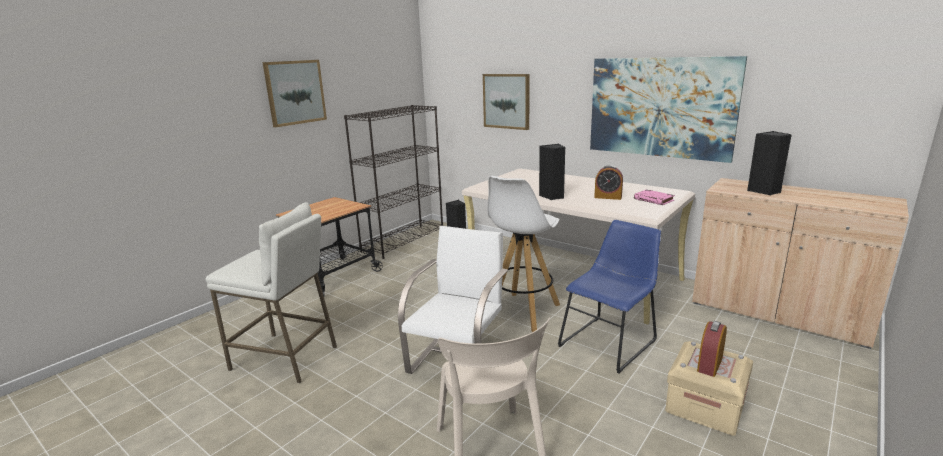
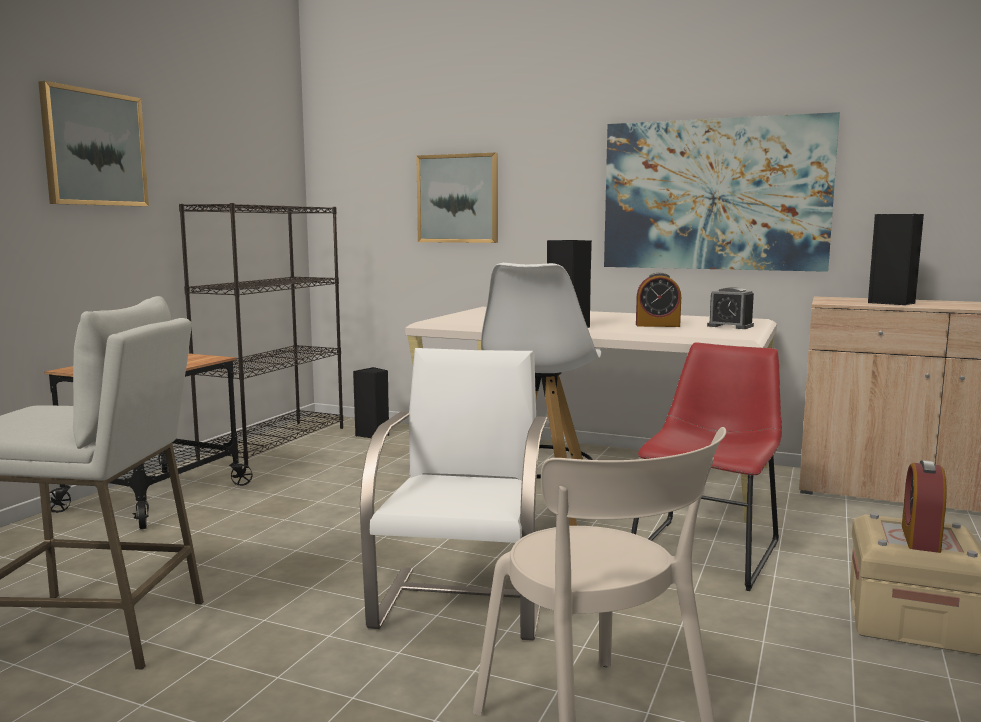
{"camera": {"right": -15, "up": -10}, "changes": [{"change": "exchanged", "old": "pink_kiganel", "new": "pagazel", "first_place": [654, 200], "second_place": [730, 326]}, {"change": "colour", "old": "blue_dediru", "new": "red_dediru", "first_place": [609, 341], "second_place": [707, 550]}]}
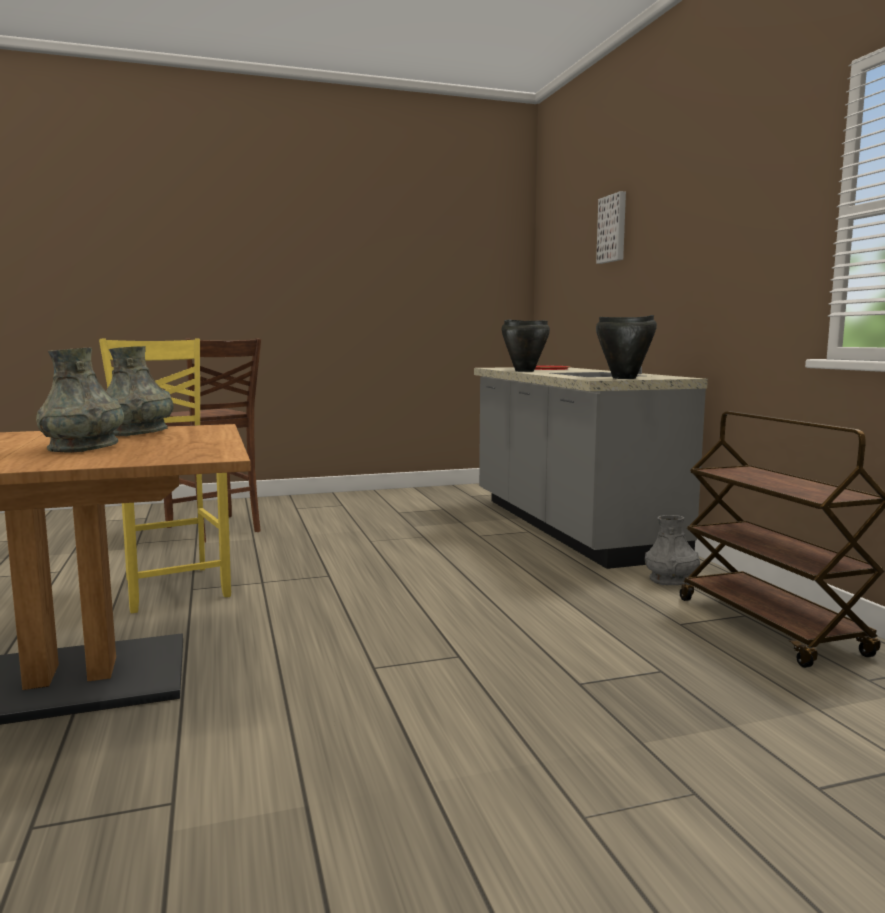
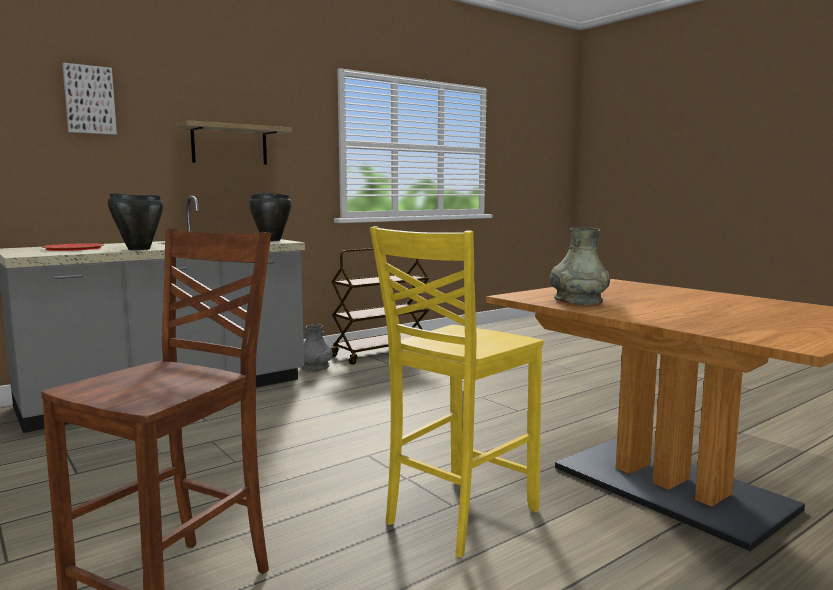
{"camera": {"right": -110, "up": 0}, "changes": [{"change": "missing", "old": "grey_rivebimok", "first_place": [83, 448]}, {"change": "appeared", "new": "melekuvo", "second_place": [229, 145]}]}
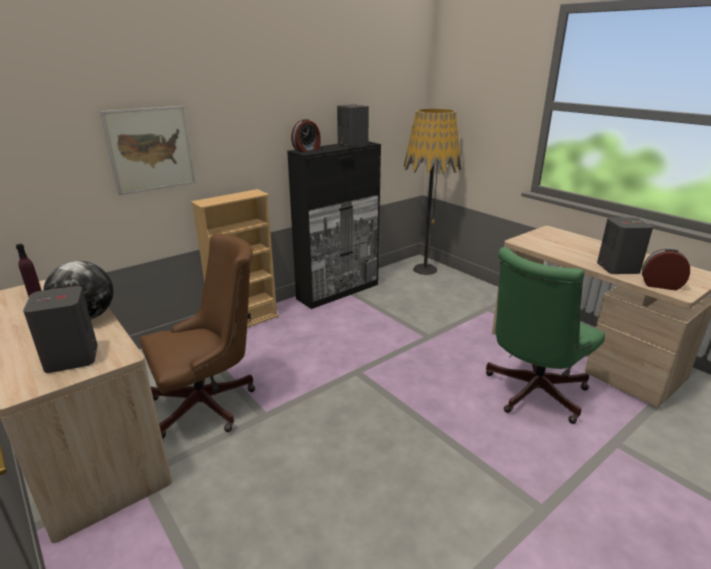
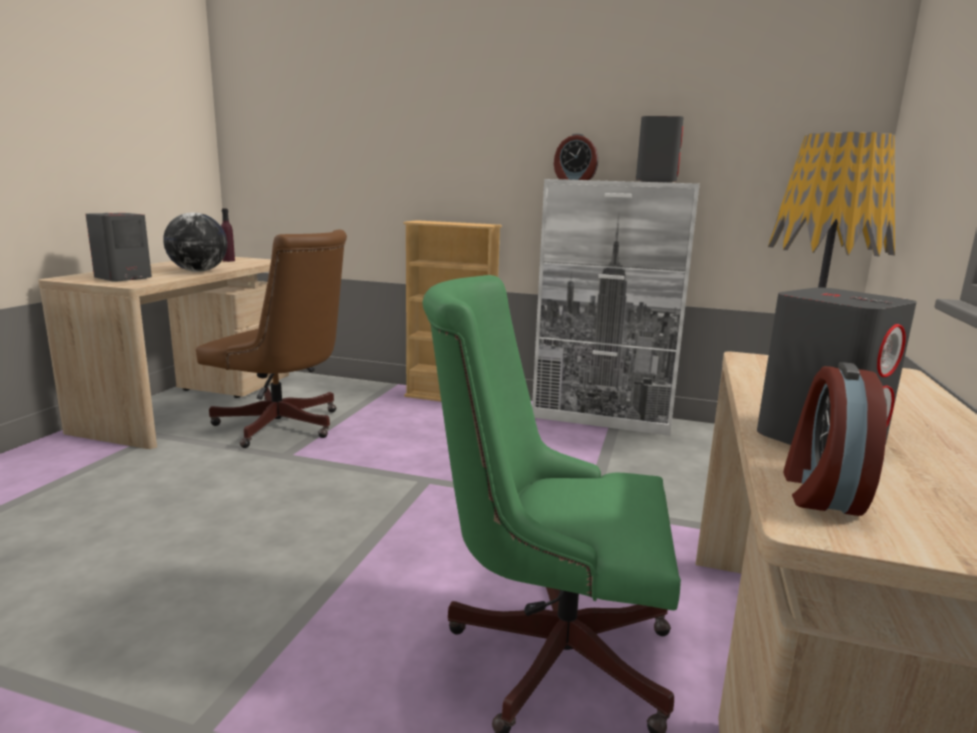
{"camera": {"right": 55, "up": -10}, "changes": [{"change": "missing", "old": "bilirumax", "first_place": [151, 149]}, {"change": "colour", "old": "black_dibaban", "new": "white_dibaban", "first_place": [338, 291], "second_place": [602, 419]}, {"change": "spun", "old": "pagazel", "first_place": [660, 285], "second_place": [820, 491], "degrees": -150}]}
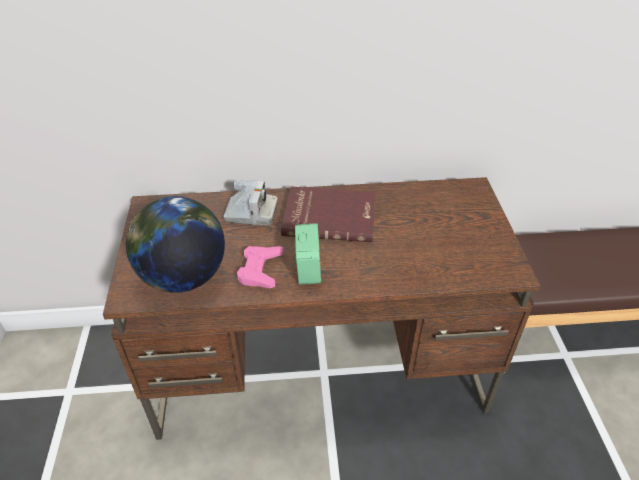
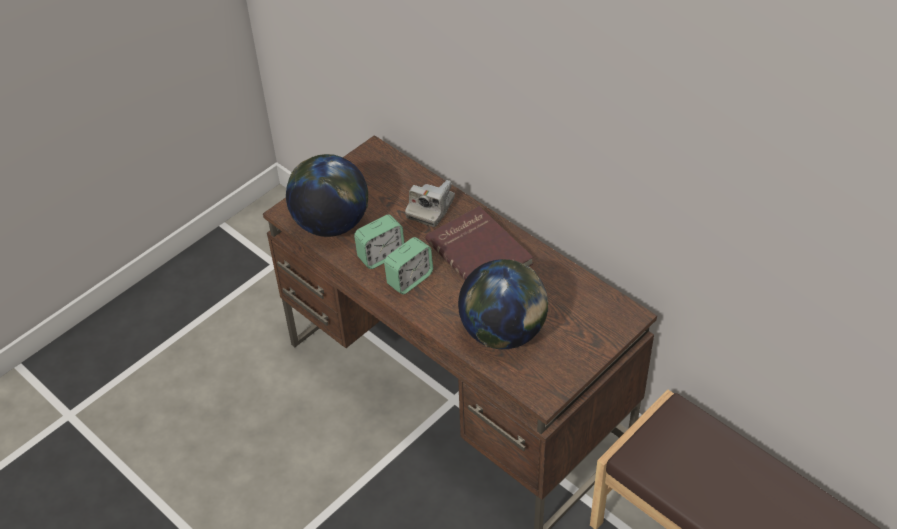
{"camera": {"right": 50, "up": 5}, "changes": [{"change": "appeared", "new": "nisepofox", "second_place": [503, 333]}, {"change": "exchanged", "old": "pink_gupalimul", "new": "pagazel", "first_place": [260, 270], "second_place": [381, 255]}, {"change": "spun", "old": "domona", "first_place": [251, 214], "second_place": [430, 208], "degrees": 60}]}
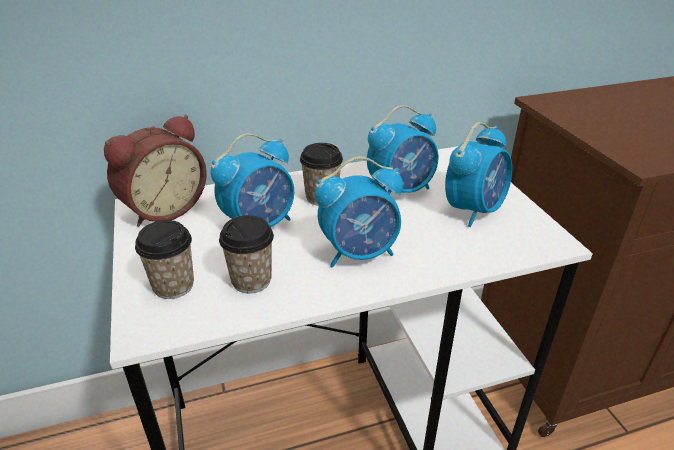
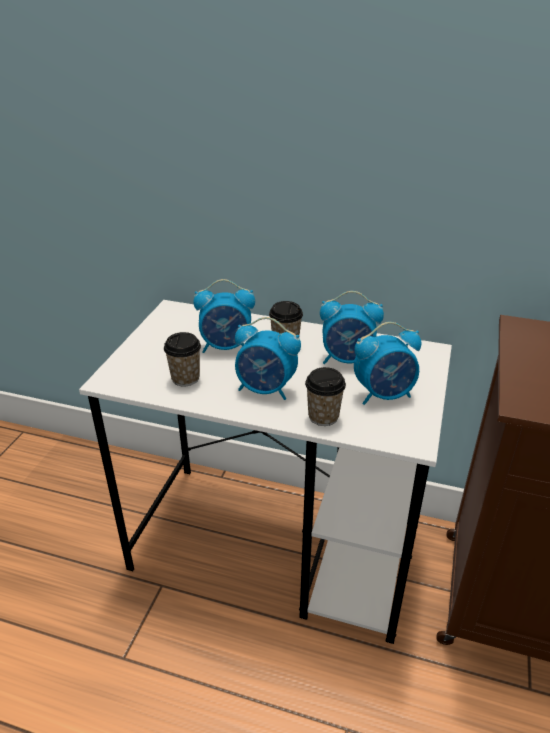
{"camera": {"right": 35, "up": 0}, "changes": [{"change": "missing", "old": "pagazel", "first_place": [163, 208]}, {"change": "relocated", "old": "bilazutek", "first_place": [173, 286], "second_place": [323, 416]}]}
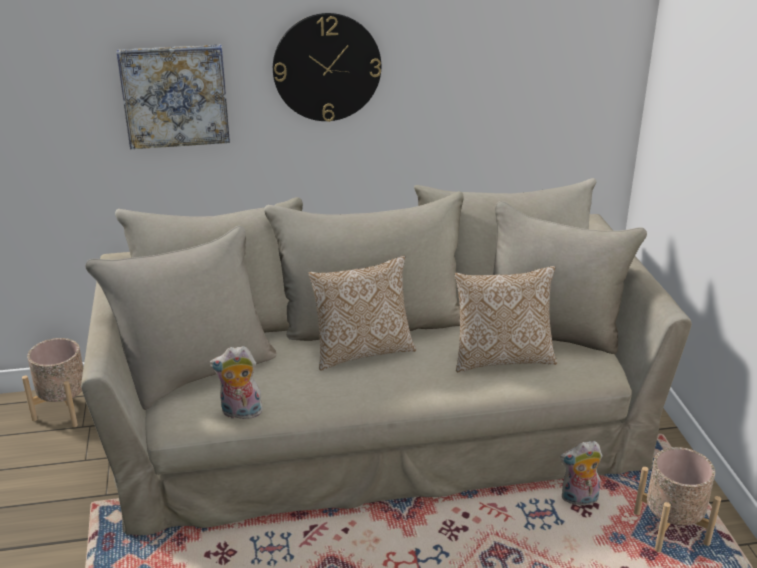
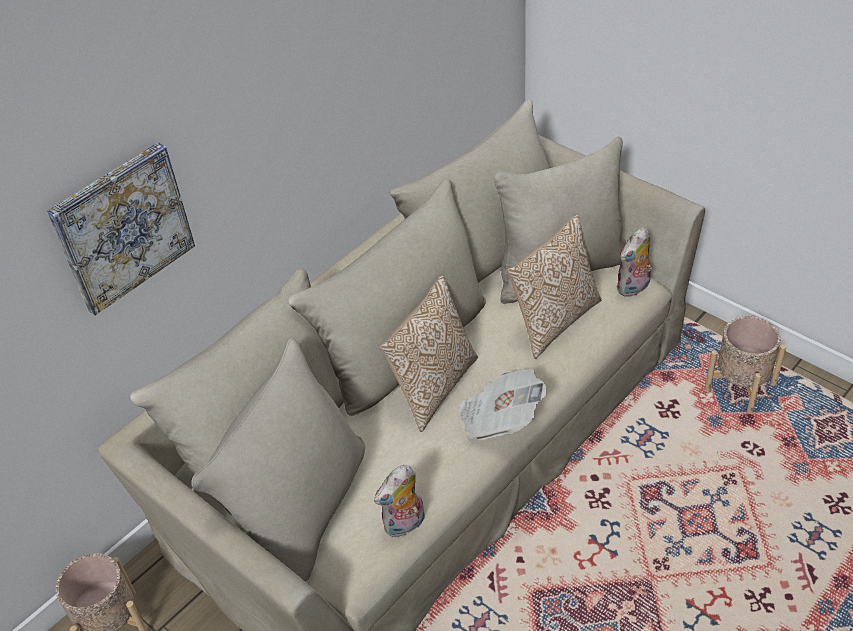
{"camera": {"right": -35, "up": 15}, "changes": [{"change": "missing", "old": "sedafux", "first_place": [327, 67]}, {"change": "appeared", "new": "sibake", "second_place": [499, 419]}, {"change": "relocated", "old": "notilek", "first_place": [578, 500], "second_place": [633, 288]}]}
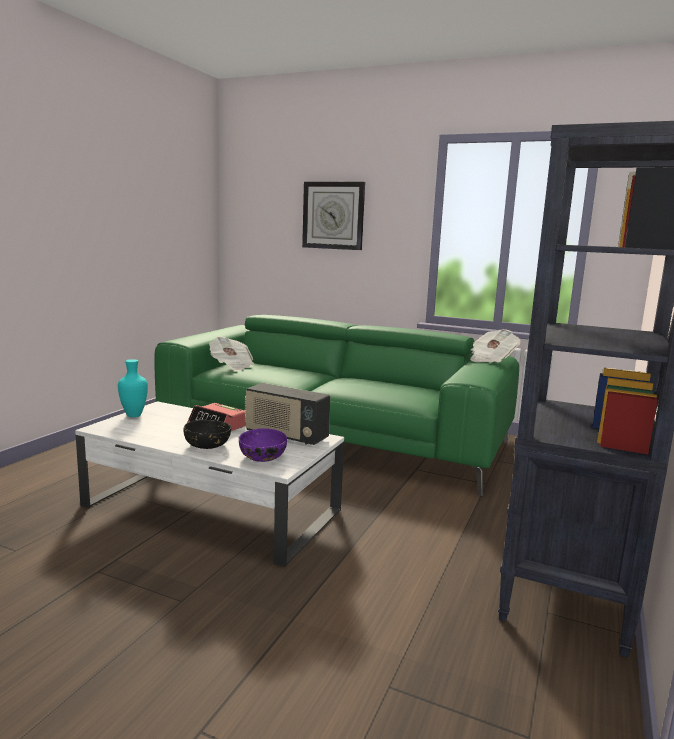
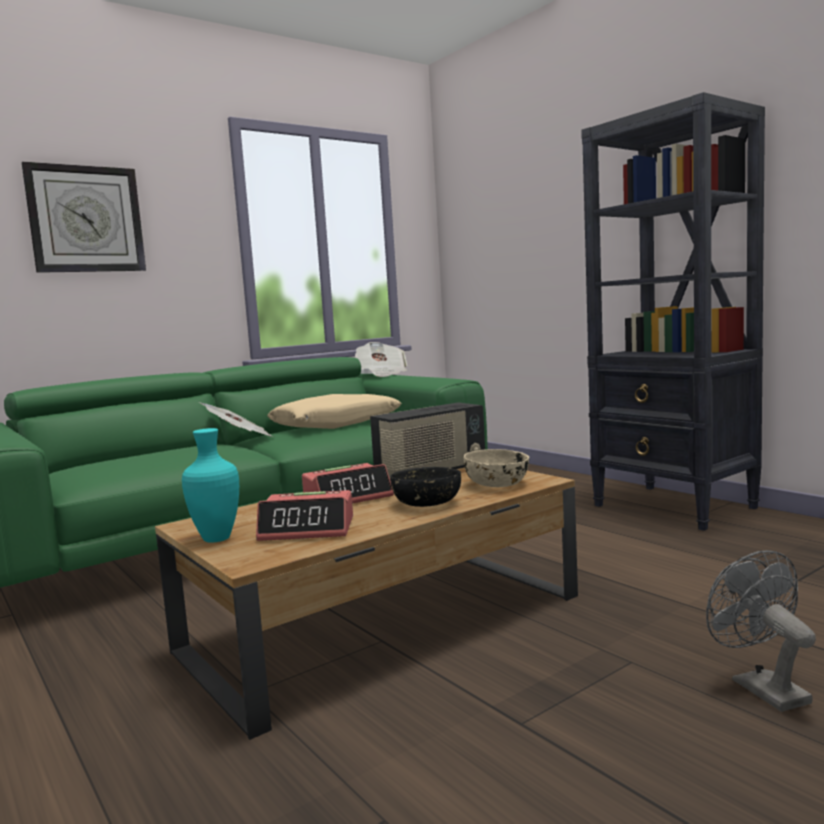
{"camera": {"right": -60, "up": -5}, "changes": [{"change": "appeared", "new": "pagazel", "second_place": [308, 529]}, {"change": "appeared", "new": "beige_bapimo", "second_place": [336, 424]}, {"change": "appeared", "new": "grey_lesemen", "second_place": [760, 687]}, {"change": "relocated", "old": "sibake", "first_place": [231, 366], "second_place": [239, 438]}, {"change": "colour", "old": "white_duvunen", "new": "brown_duvunen", "first_place": [213, 508], "second_place": [386, 622]}, {"change": "colour", "old": "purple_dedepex", "new": "beige_dedepex", "first_place": [262, 457], "second_place": [497, 484]}]}
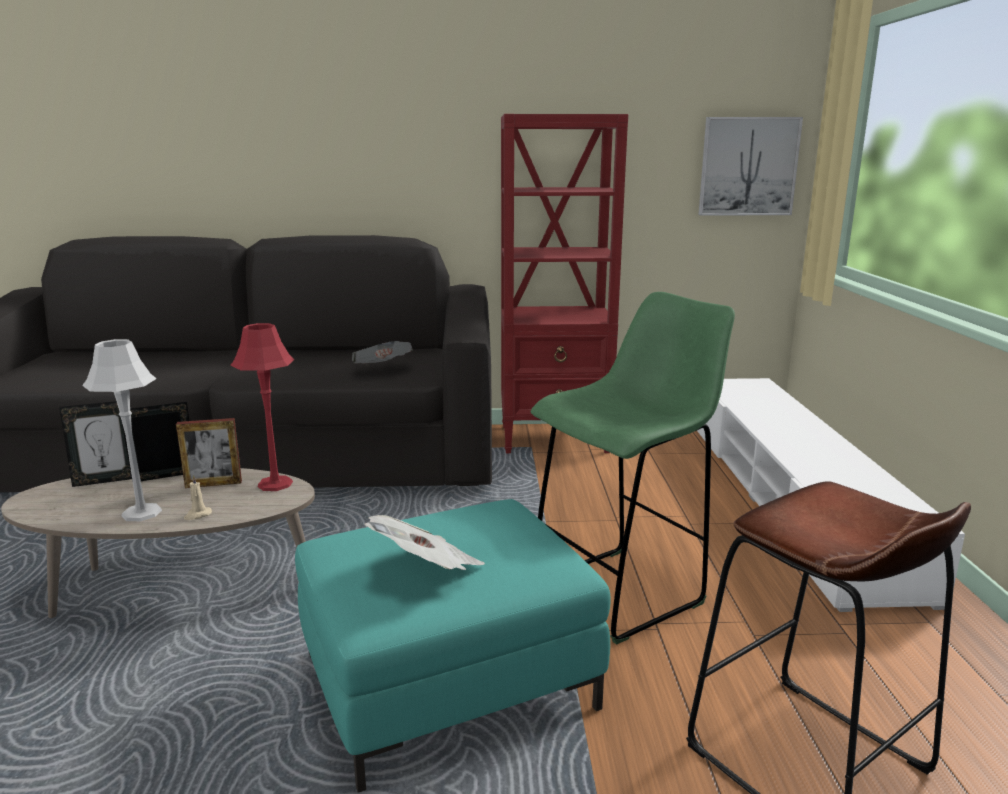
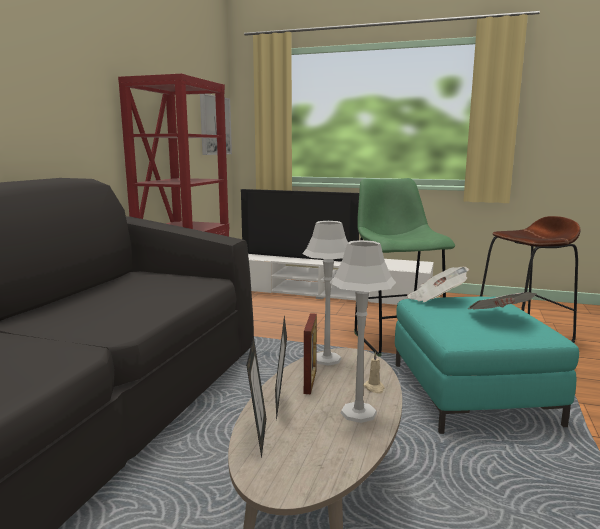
{"camera": {"right": -70, "up": -5}, "changes": [{"change": "appeared", "new": "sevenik", "second_place": [300, 256]}, {"change": "relocated", "old": "sibake", "first_place": [382, 370], "second_place": [436, 299]}, {"change": "colour", "old": "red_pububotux", "new": "grey_pububotux", "first_place": [275, 484], "second_place": [326, 359]}]}
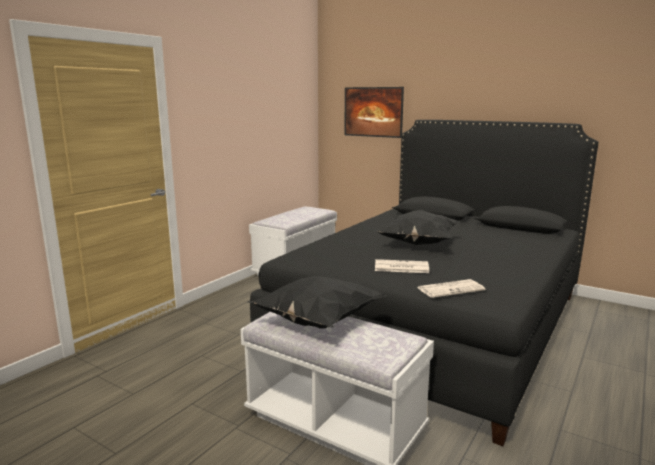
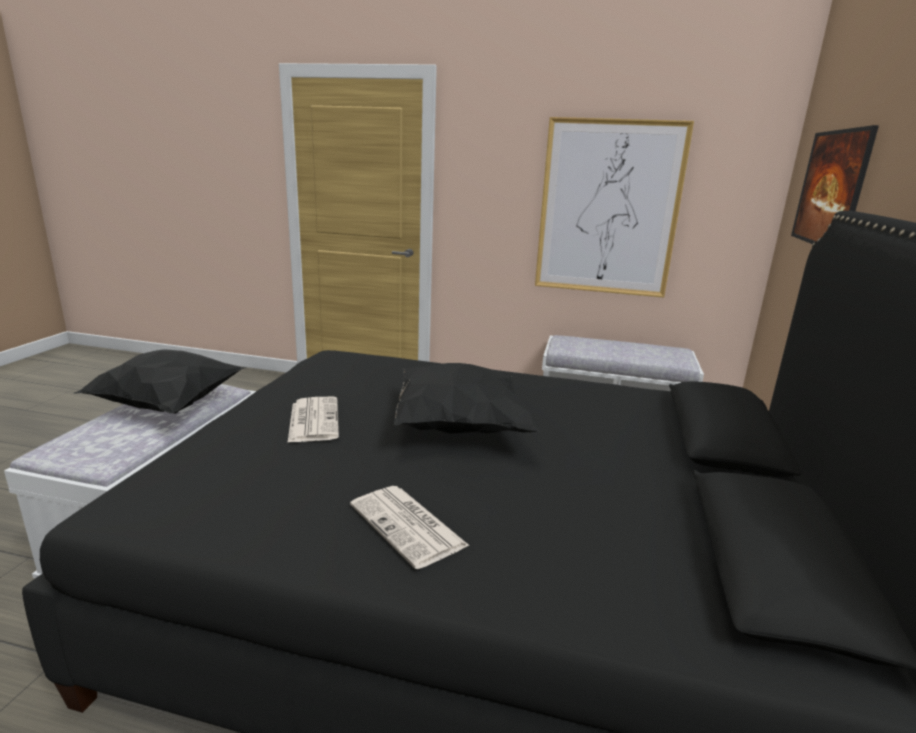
{"camera": {"right": 70, "up": 5}, "changes": [{"change": "appeared", "new": "bilirumax", "second_place": [608, 209]}, {"change": "relocated", "old": "sibake", "first_place": [450, 289], "second_place": [409, 526]}]}
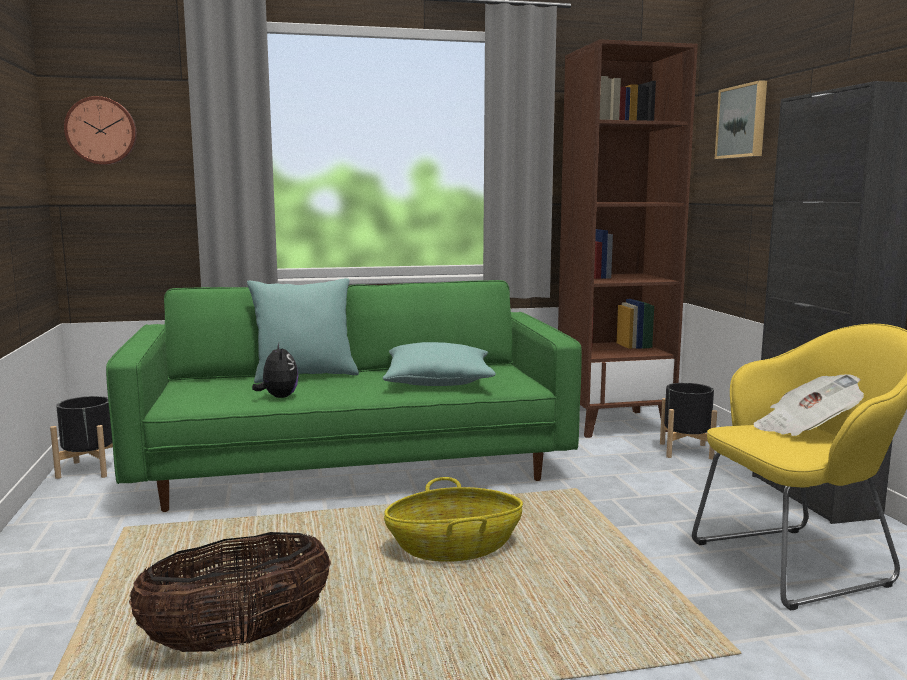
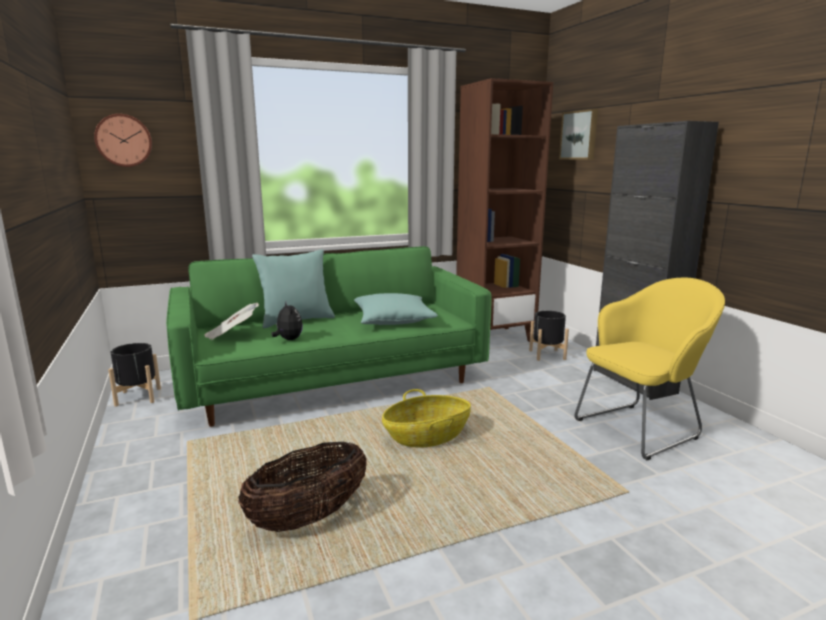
{"camera": {"right": -10, "up": 5}, "changes": [{"change": "relocated", "old": "sibake", "first_place": [804, 429], "second_place": [232, 335]}]}
